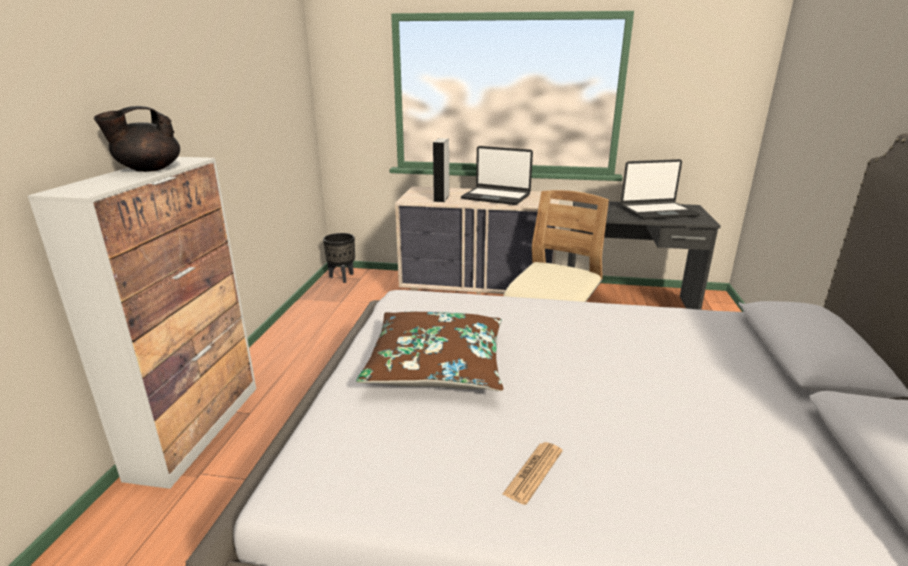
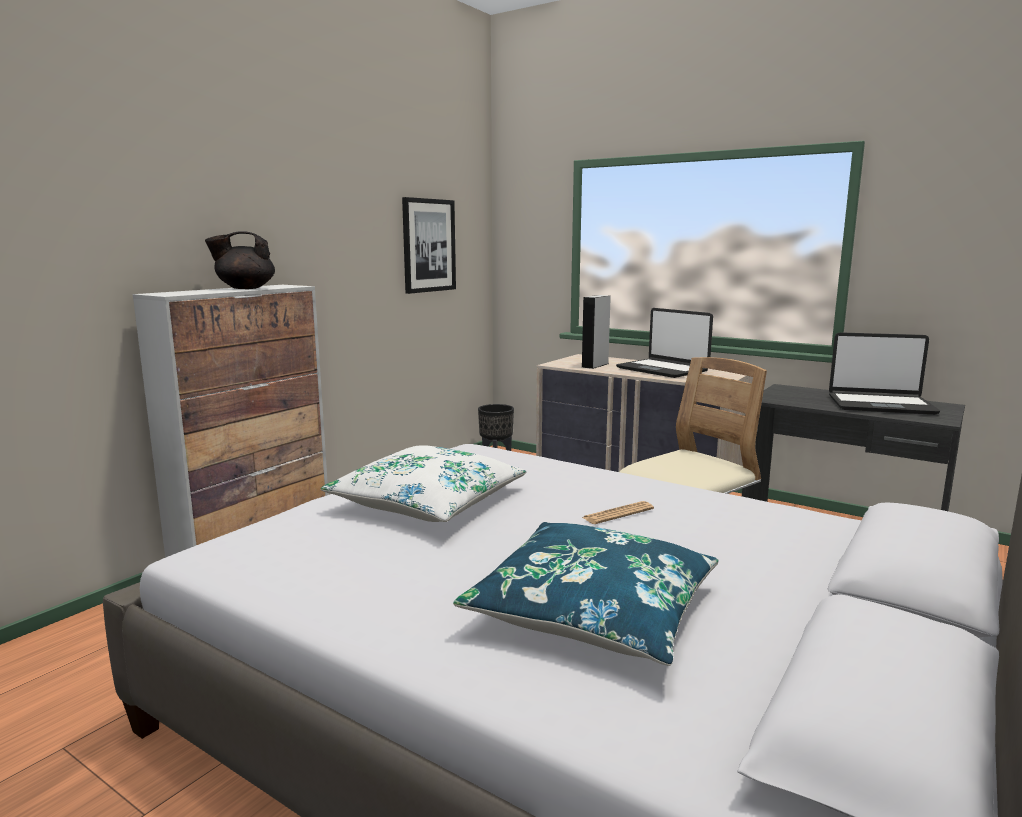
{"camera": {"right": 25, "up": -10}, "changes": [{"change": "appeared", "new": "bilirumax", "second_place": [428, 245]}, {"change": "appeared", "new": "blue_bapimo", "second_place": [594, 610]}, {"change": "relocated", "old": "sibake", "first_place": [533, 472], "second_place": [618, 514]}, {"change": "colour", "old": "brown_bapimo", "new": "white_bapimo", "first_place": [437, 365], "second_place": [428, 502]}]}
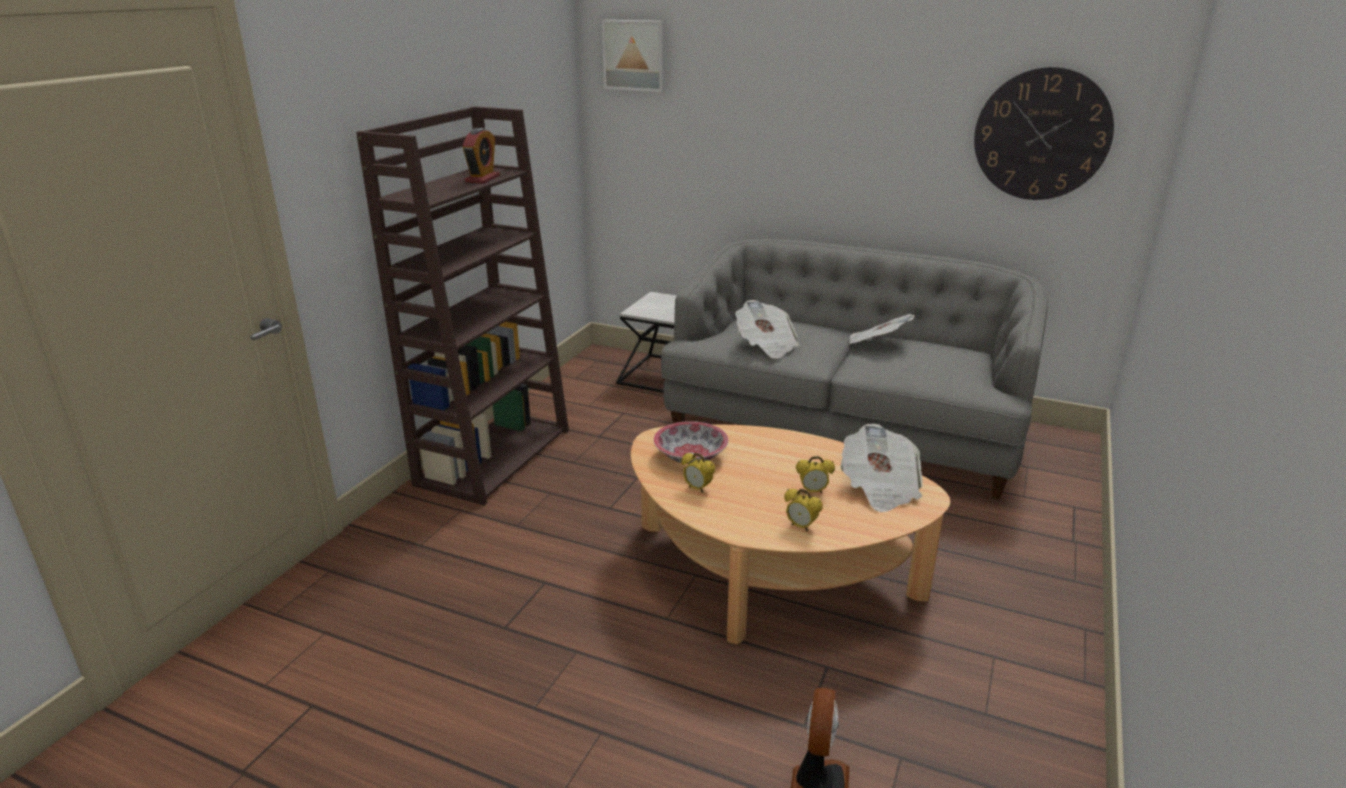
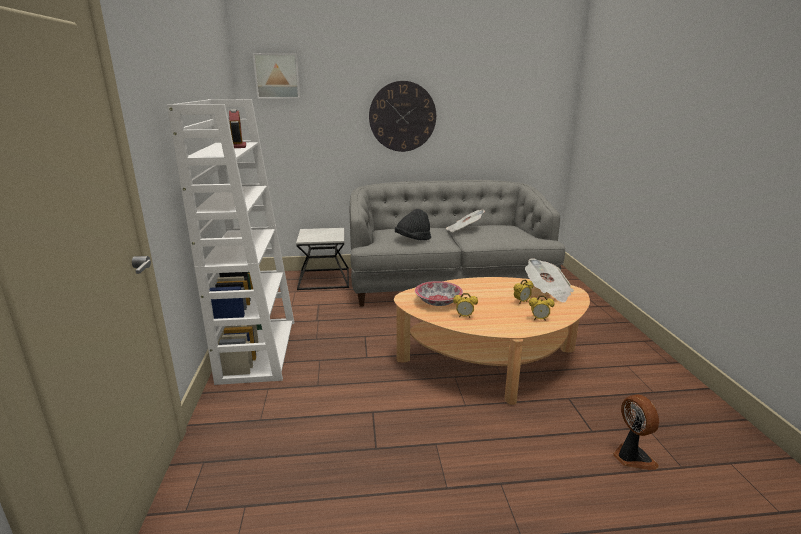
{"camera": {"right": -30, "up": -5}, "changes": [{"change": "relocated", "old": "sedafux", "first_place": [1042, 135], "second_place": [402, 116]}, {"change": "exchanged", "old": "sibake", "new": "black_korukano", "first_place": [766, 345], "second_place": [413, 240]}, {"change": "colour", "old": "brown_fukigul", "new": "white_fukigul", "first_place": [494, 456], "second_place": [257, 349]}]}
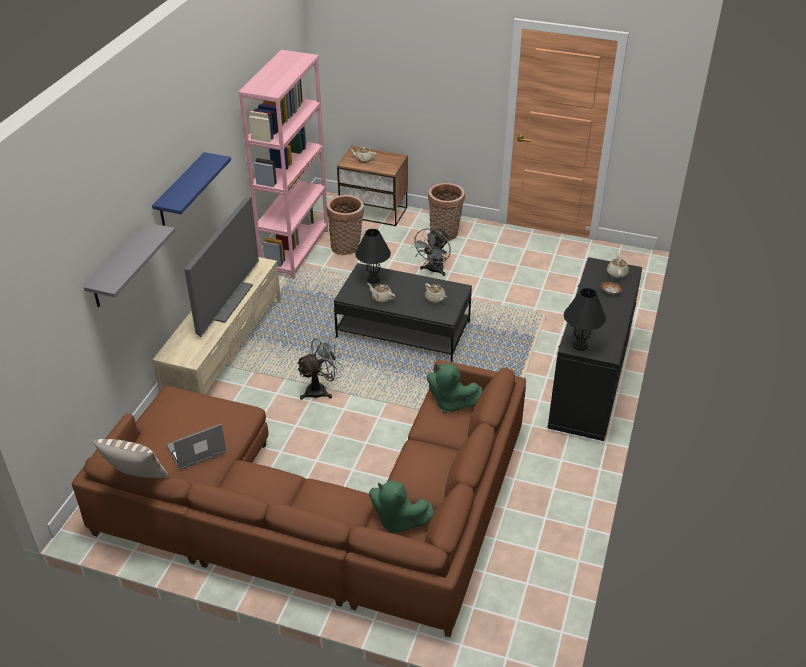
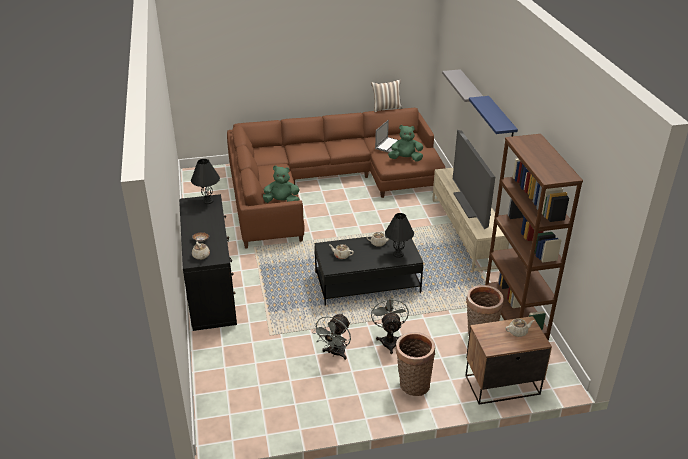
{"camera": {"right": 150, "up": -5}, "changes": [{"change": "relocated", "old": "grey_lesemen", "first_place": [321, 390], "second_place": [335, 353]}, {"change": "relocated", "old": "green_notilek", "first_place": [398, 521], "second_place": [405, 159]}, {"change": "colour", "old": "pink_fukigul", "new": "brown_fukigul", "first_place": [295, 250], "second_place": [515, 314]}]}
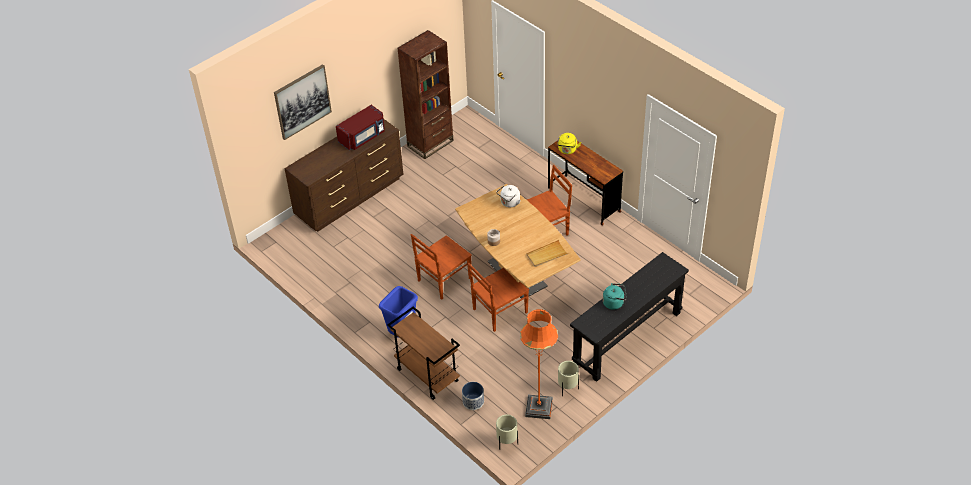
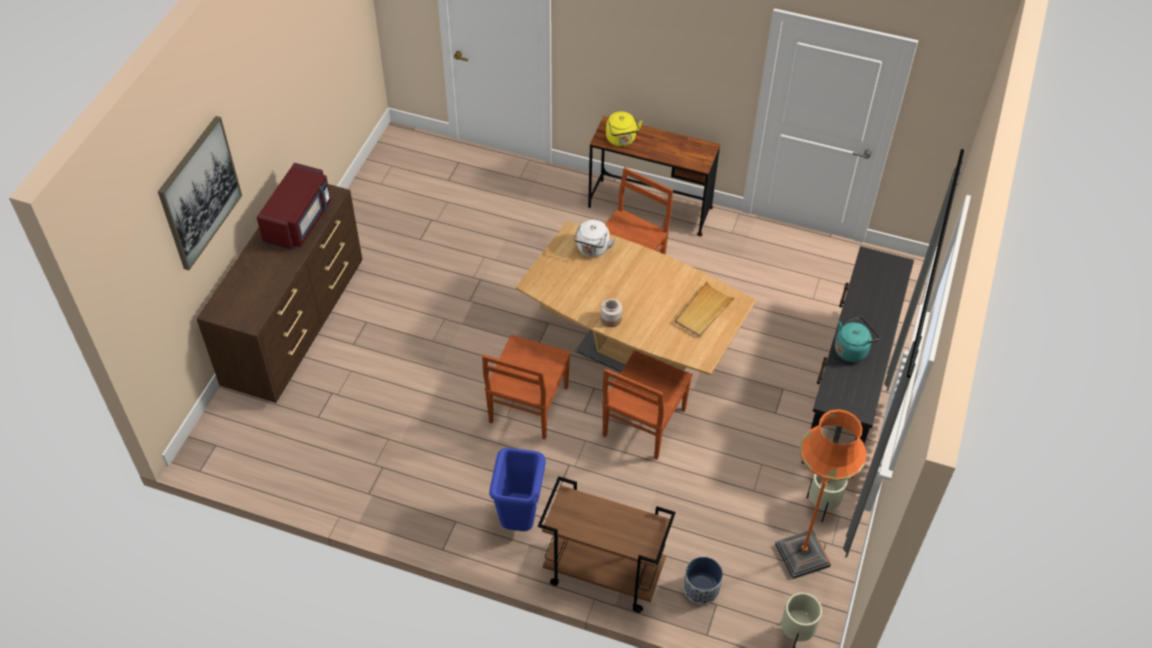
{"camera": {"right": -30, "up": 5}, "changes": [{"change": "missing", "old": "brown_fukigul", "first_place": [430, 143]}]}
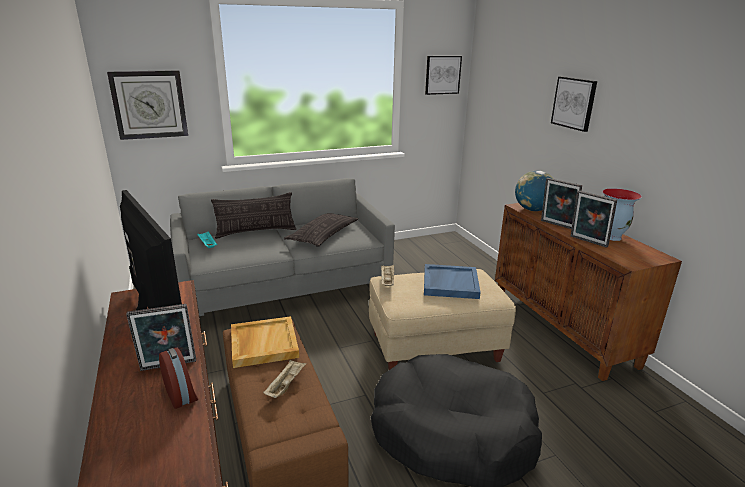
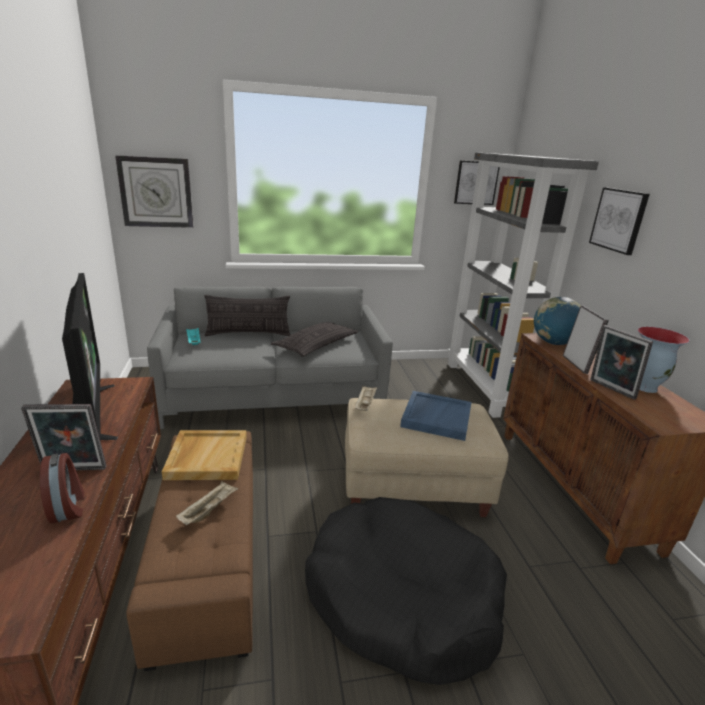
{"camera": {"right": 10, "up": 0}, "changes": [{"change": "appeared", "new": "grey_fukigul", "second_place": [486, 388]}, {"change": "spun", "old": "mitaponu", "first_place": [556, 225], "second_place": [577, 364], "degrees": -150}]}
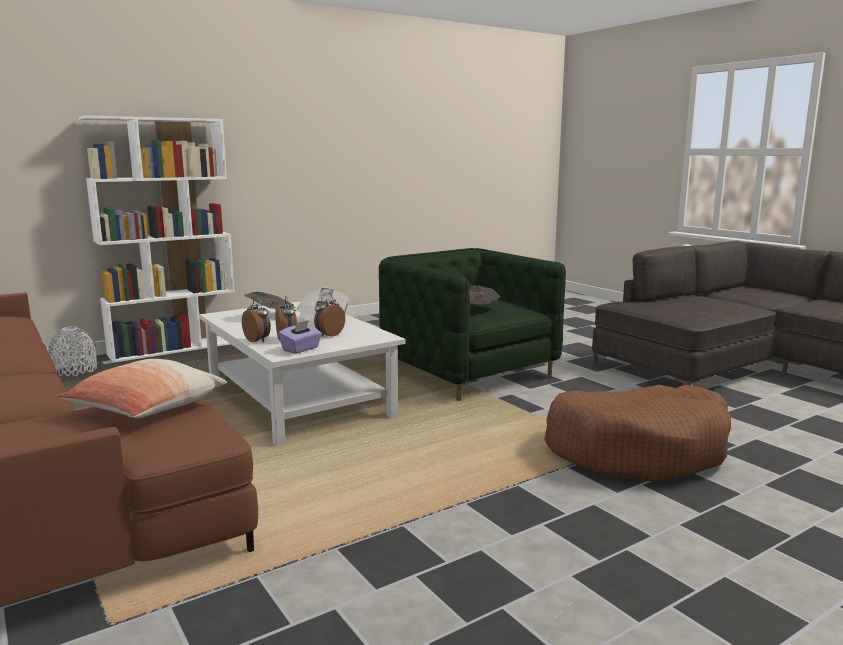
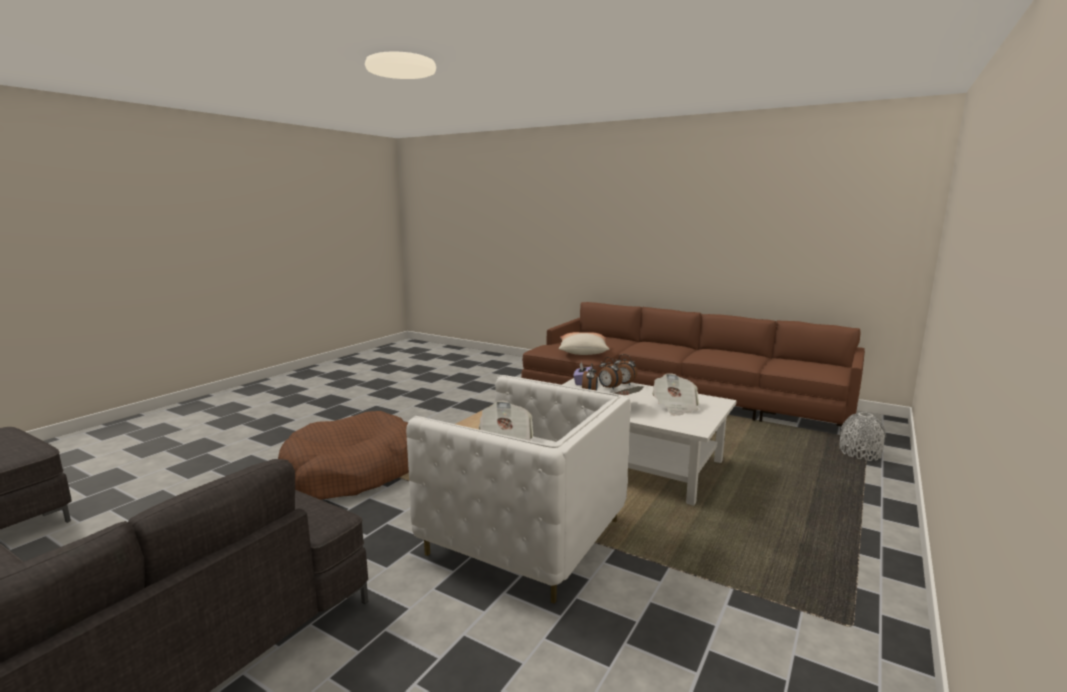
{"camera": {"right": 155, "up": 0}, "changes": [{"change": "missing", "old": "white_fukigul", "first_place": [174, 348]}, {"change": "colour", "old": "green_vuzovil", "new": "white_vuzovil", "first_place": [469, 373], "second_place": [525, 537]}]}
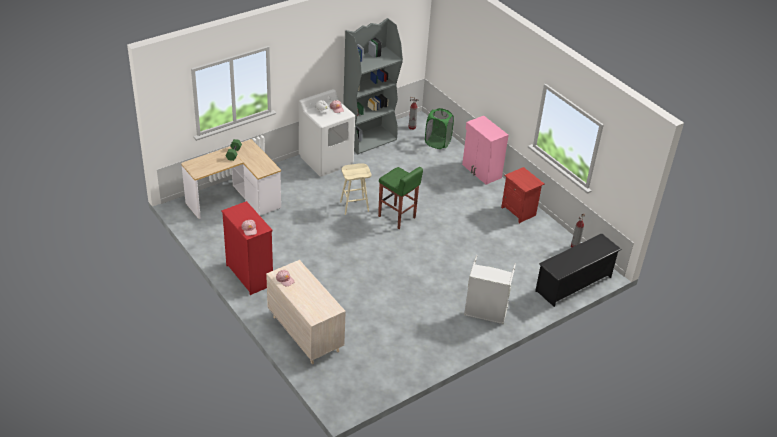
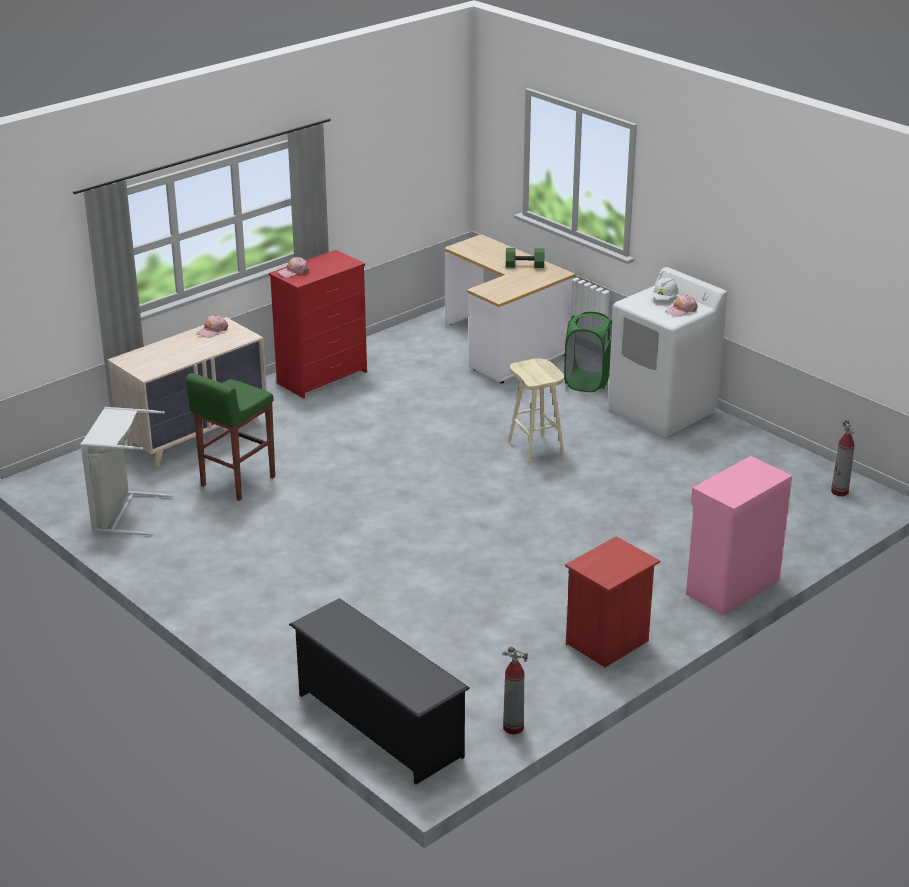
{"camera": {"right": 85, "up": -10}, "changes": [{"change": "missing", "old": "grey_fukigul", "first_place": [370, 140]}, {"change": "relocated", "old": "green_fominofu", "first_place": [397, 217], "second_place": [236, 481]}, {"change": "relocated", "old": "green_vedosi", "first_place": [437, 142], "second_place": [587, 382]}, {"change": "relocated", "old": "grey_vedosi", "first_place": [485, 312], "second_place": [123, 513]}]}
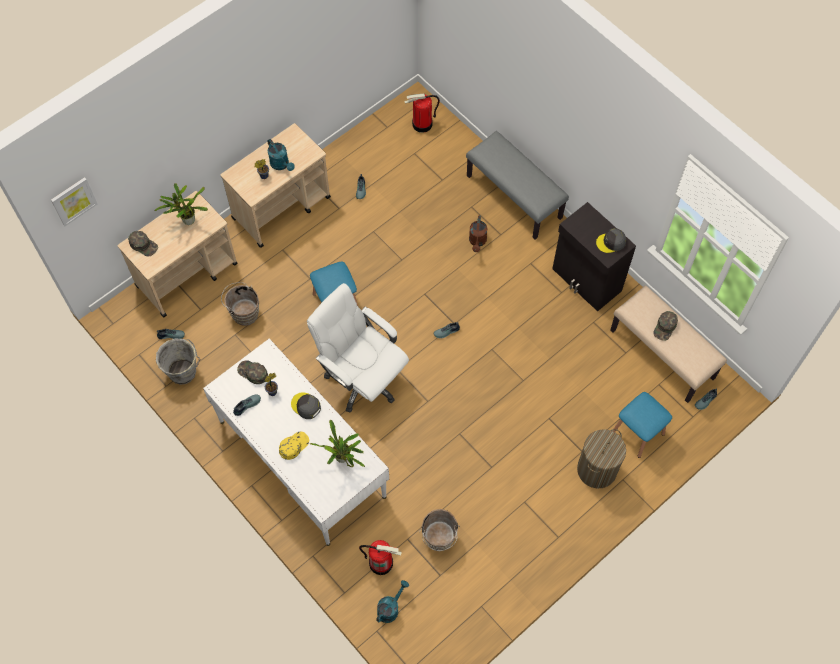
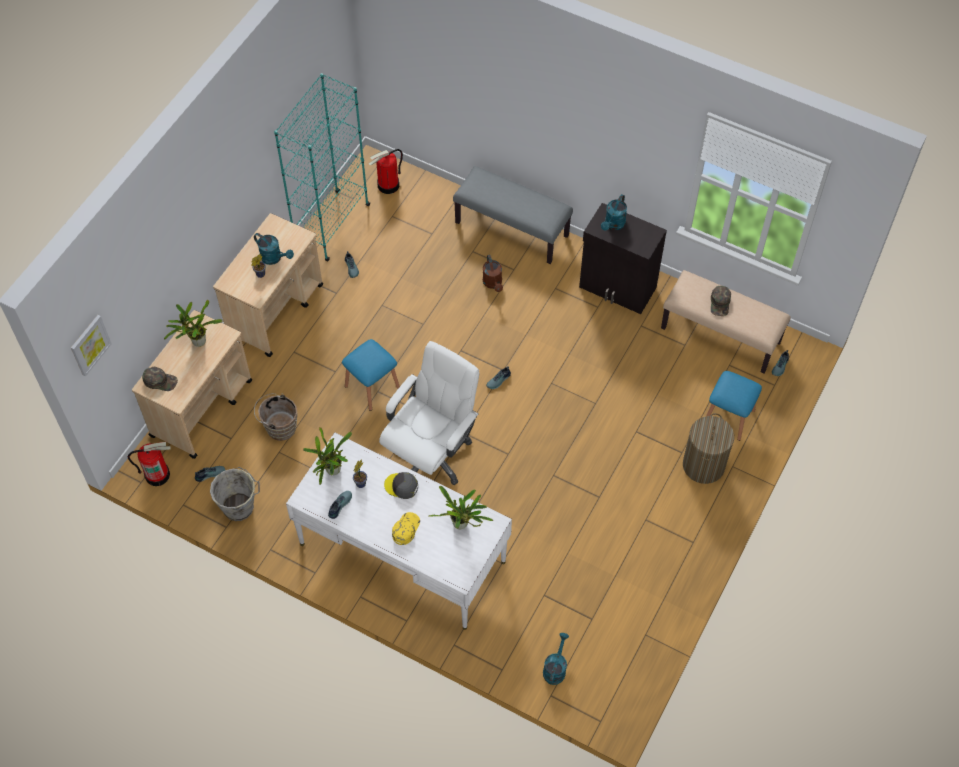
{"camera": {"right": -20, "up": -5}, "changes": [{"change": "missing", "old": "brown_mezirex", "first_place": [439, 540]}, {"change": "missing", "old": "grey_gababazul", "first_place": [611, 242]}, {"change": "appeared", "new": "turquoise_fukigul", "second_place": [332, 226]}, {"change": "appeared", "new": "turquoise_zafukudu", "second_place": [613, 225]}, {"change": "relocated", "old": "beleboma", "first_place": [381, 562], "second_place": [157, 474]}, {"change": "exchanged", "old": "green_gababazul", "new": "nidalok", "first_place": [252, 373], "second_place": [332, 471]}, {"change": "spun", "old": "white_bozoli", "first_place": [362, 378], "second_place": [431, 453], "degrees": 105}]}
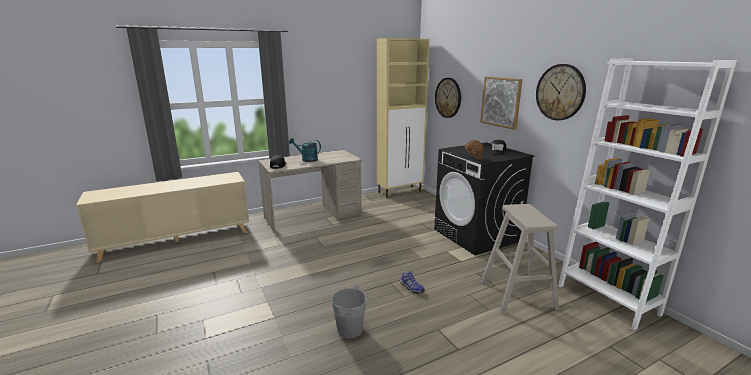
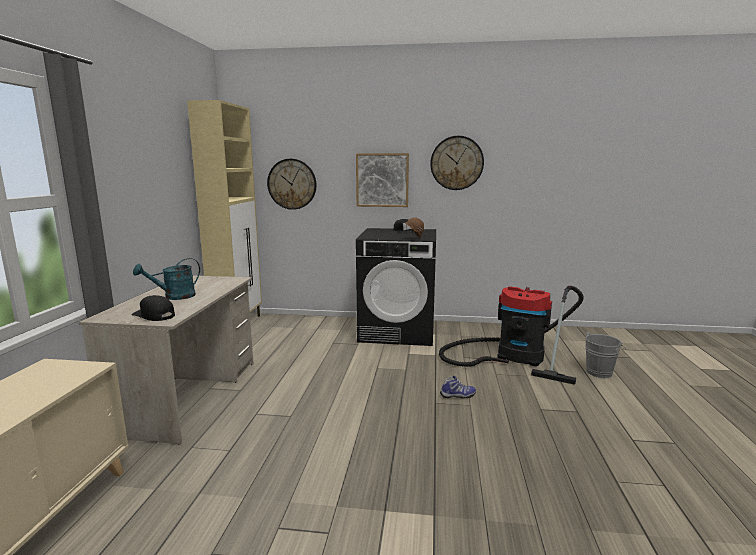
{"camera": {"right": -55, "up": -5}, "changes": [{"change": "missing", "old": "white_fukigul", "first_place": [607, 299]}, {"change": "relocated", "old": "grey_mezirex", "first_place": [352, 330], "second_place": [600, 372]}, {"change": "exchanged", "old": "beige_fominofu", "new": "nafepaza", "first_place": [517, 295], "second_place": [514, 356]}]}
